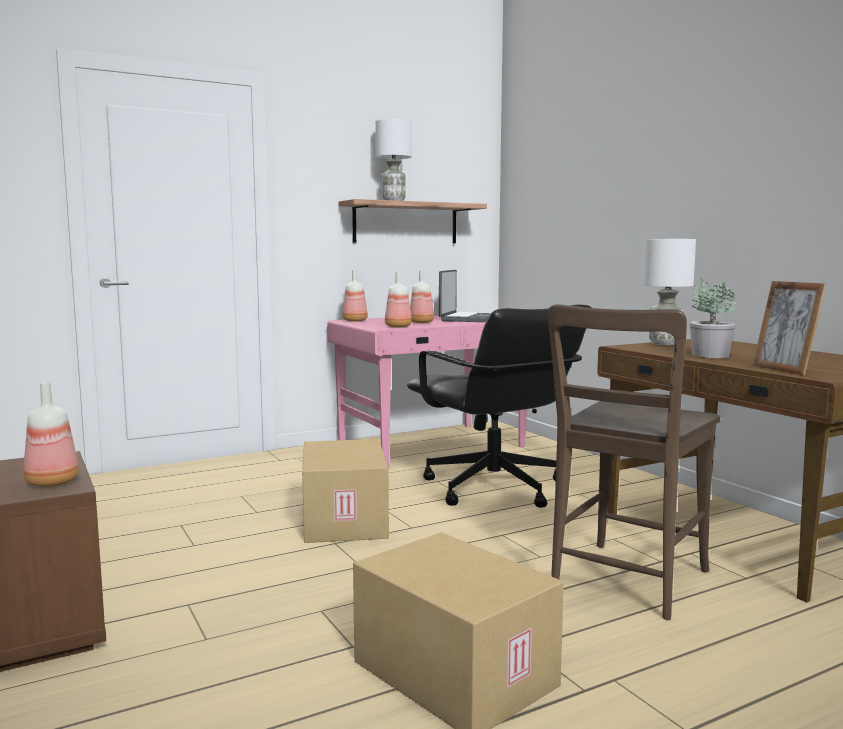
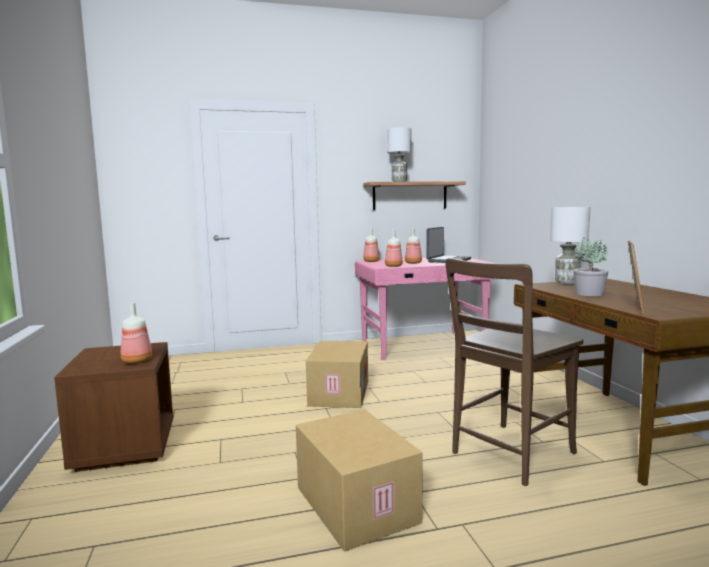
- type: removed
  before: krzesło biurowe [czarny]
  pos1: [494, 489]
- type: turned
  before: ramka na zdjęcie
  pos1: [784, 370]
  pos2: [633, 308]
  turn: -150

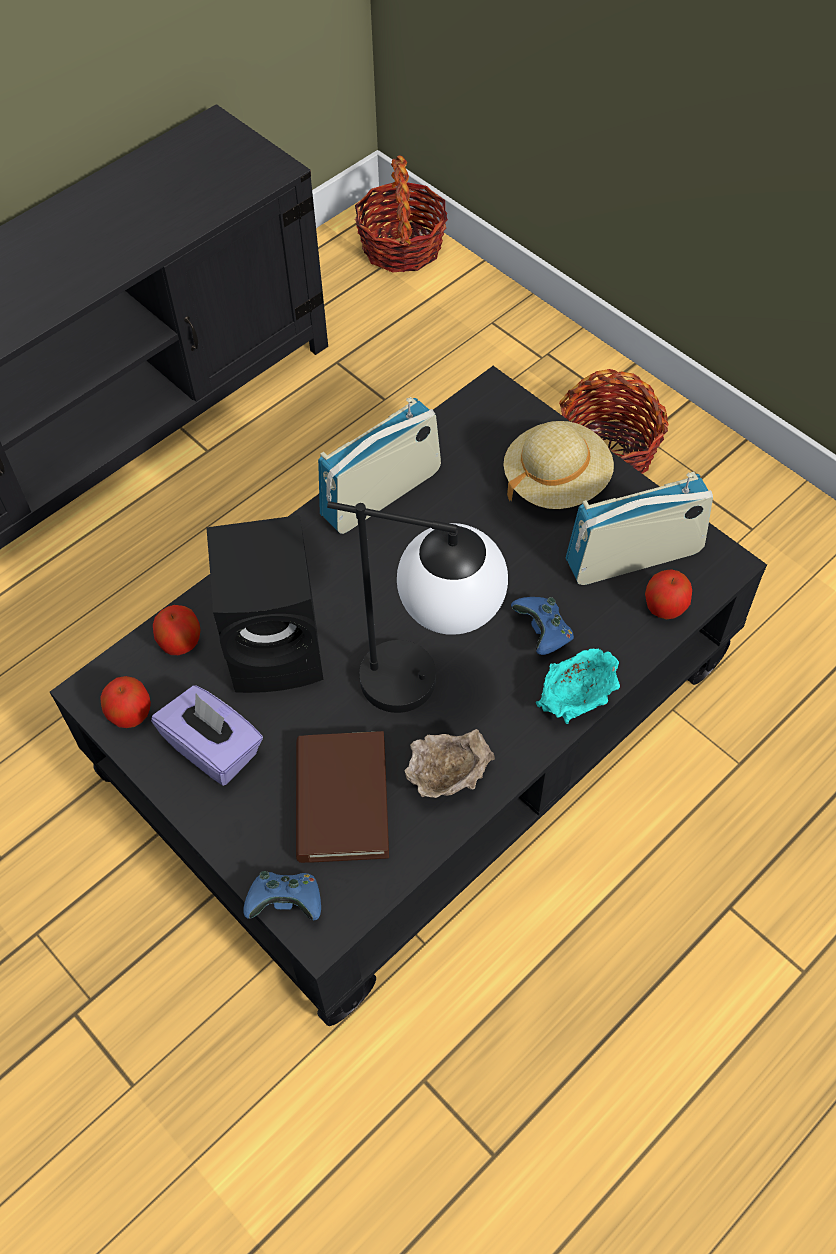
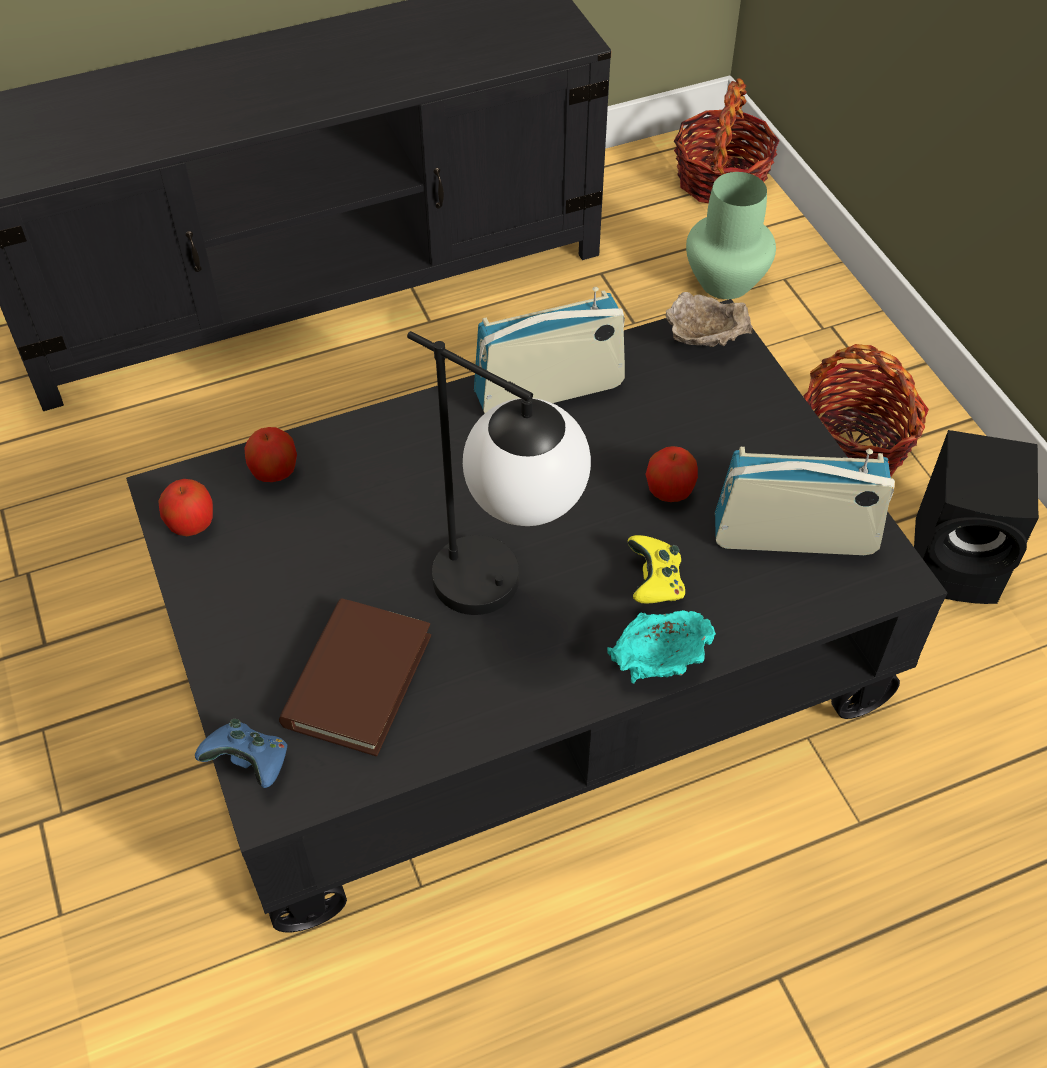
- type: removed
  before: pudełko chusteczek [fioletowy]
  pos1: [214, 748]
- type: moved
  before: głośnik [czarny]
  pos1: [279, 647]
  pos2: [959, 563]
- type: moved
  before: miska [beżowy]
  pos1: [448, 777]
  pos2: [705, 342]
- type: removed
  before: kapelusz [beżowy]
  pos1: [556, 481]
- type: recoloured
  before: pad do gier [niebieski]
  after: pad do gier [żółty]
  pos1: [543, 633]
  pos2: [655, 583]
- type: moved
  before: jabłko
  pos1: [665, 607]
  pos2: [669, 491]
- type: added
  after: wazon [zielony]
  pos2: [724, 283]

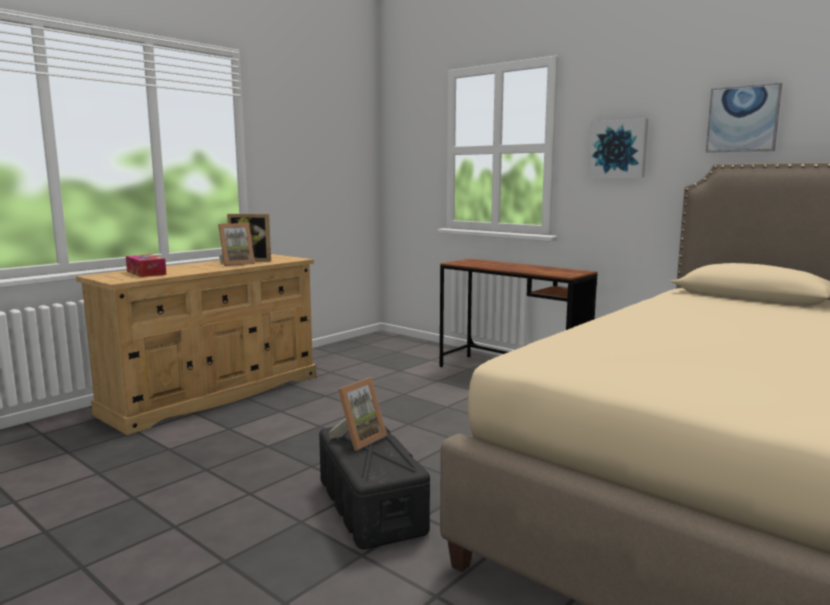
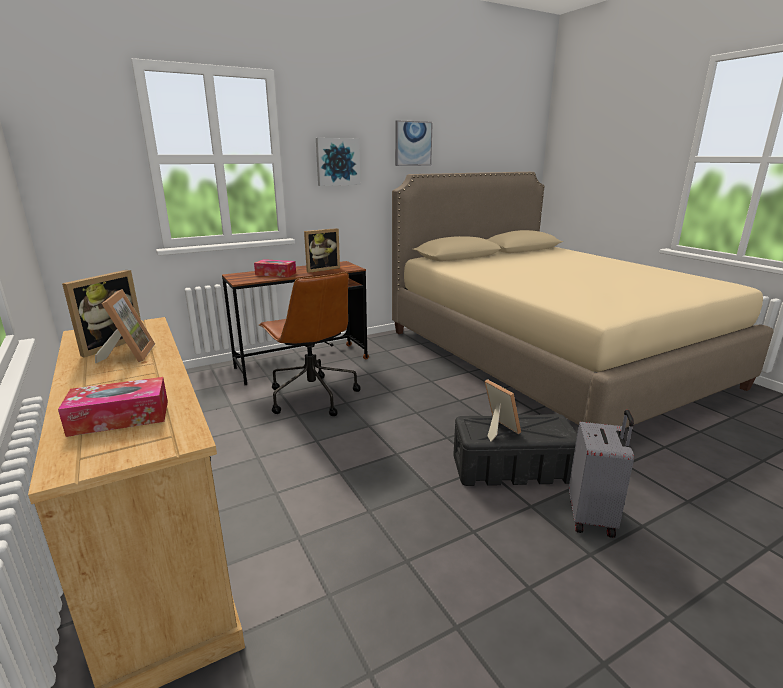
- type: added
  after: pudełko chusteczek
  pos2: [275, 274]
- type: added
  after: krzesło biurowe [brązowy]
  pos2: [312, 396]
- type: added
  after: ramka na zdjęcie
  pos2: [321, 269]
- type: added
  after: walizka [szary]
  pos2: [592, 517]

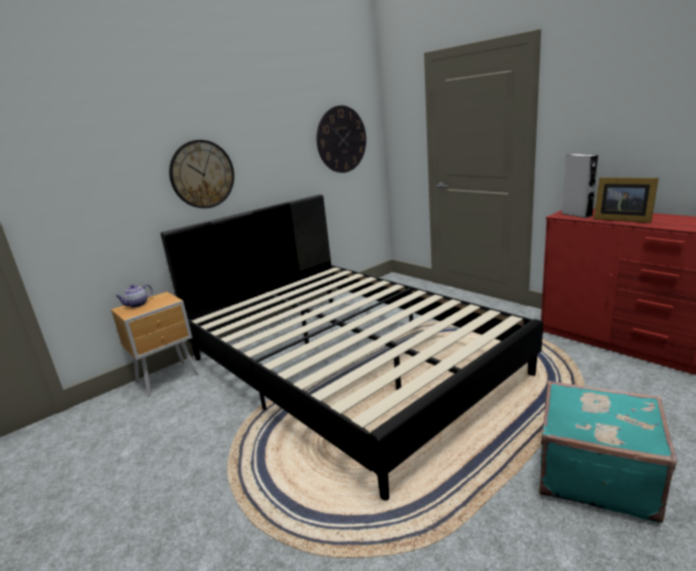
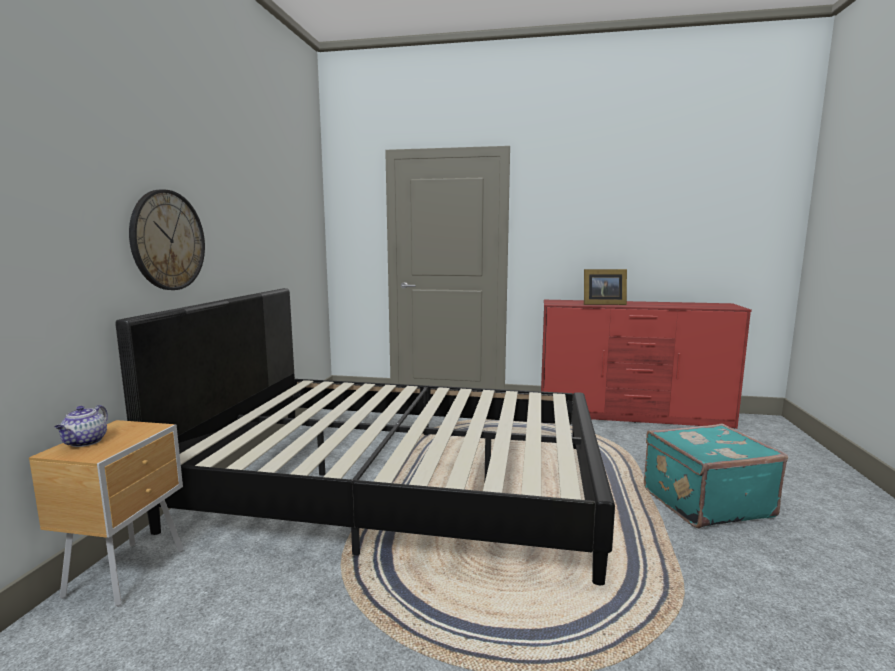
- type: removed
  before: zegar ścienny
  pos1: [341, 139]
- type: removed
  before: głośnik [szary]
  pos1: [576, 214]

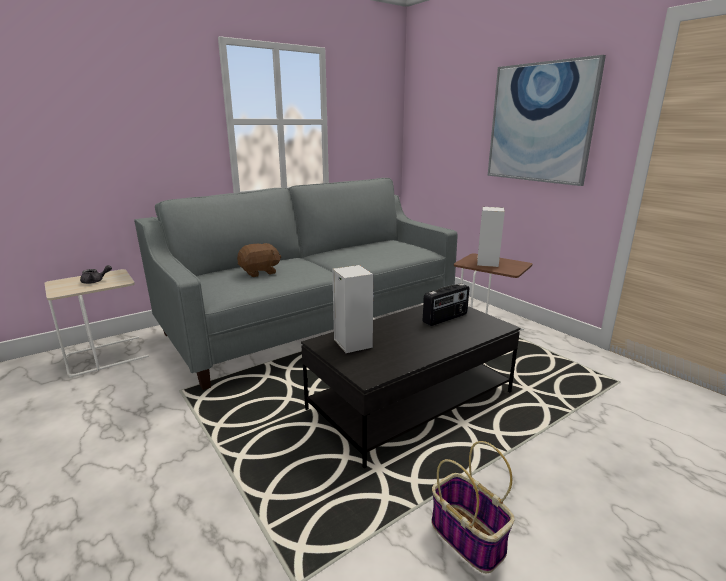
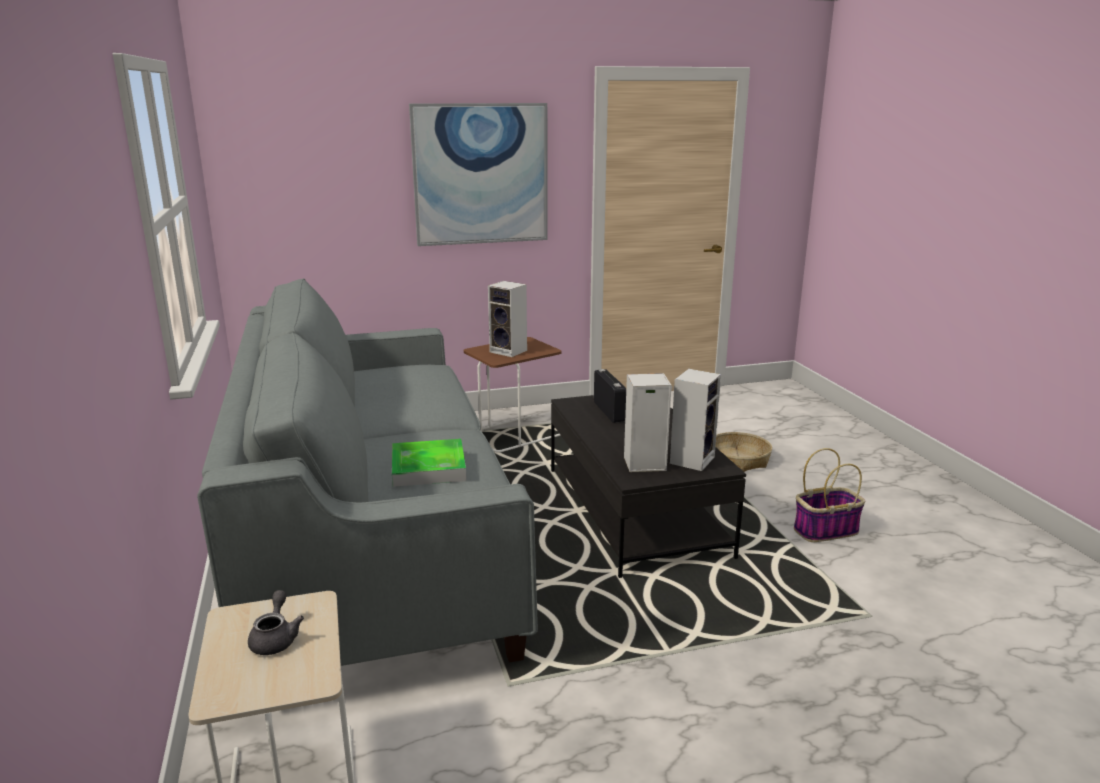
- type: replaced
  before: pluszak [brązowy]
  after: taca
  pos1: [260, 272]
  pos2: [428, 467]
- type: added
  after: głośnik
  pos2: [692, 459]
- type: added
  after: koszyk
  pos2: [738, 460]

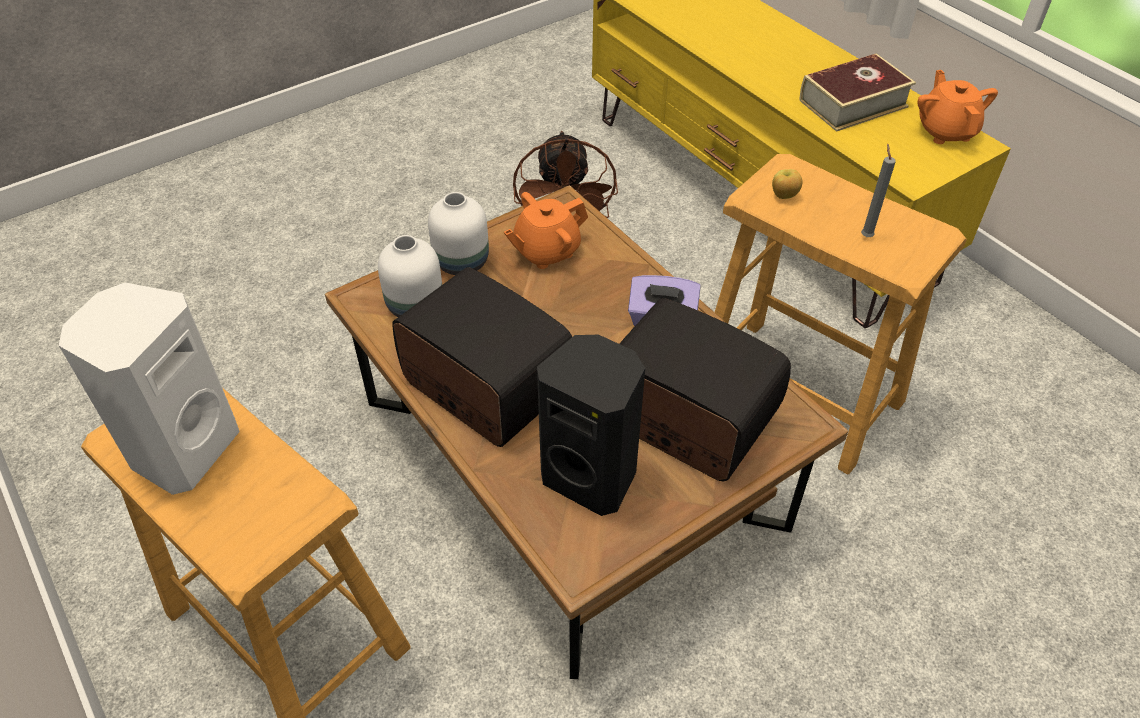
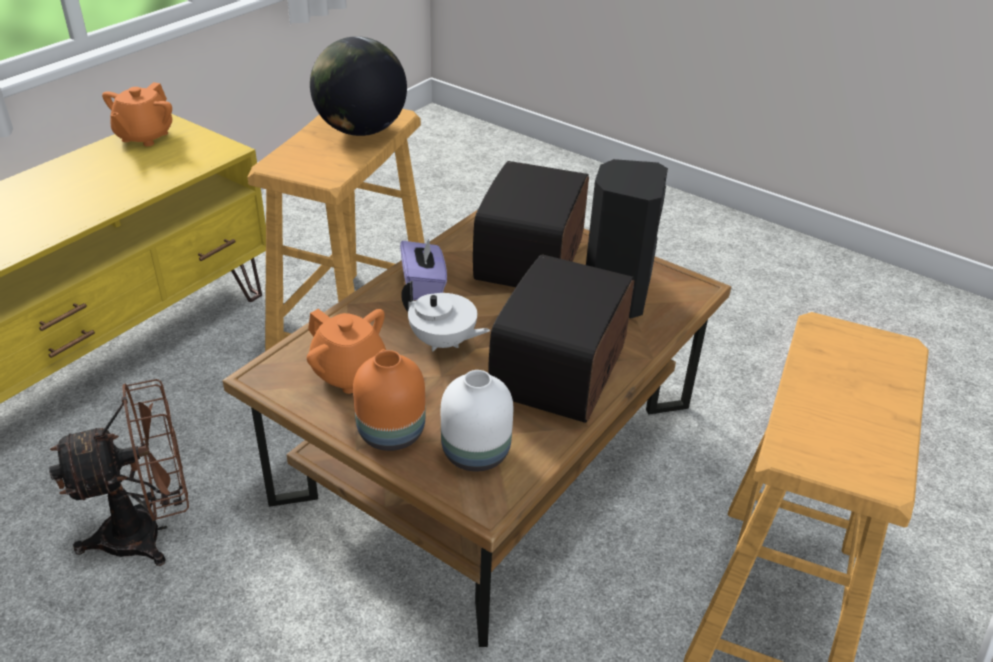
- type: removed
  before: głośnik [biały]
  pos1: [183, 449]
- type: recoloured
  before: wazon [biały]
  after: wazon [pomarańczowy]
  pos1: [463, 262]
  pos2: [391, 432]
- type: removed
  before: jabłko
  pos1: [784, 196]
- type: removed
  before: książka
  pos1: [853, 103]
- type: replaced
  before: świeca [szary]
  after: globus
  pos1: [865, 235]
  pos2: [361, 130]
- type: turned
  before: imbryk [pomarańczowy]
  pos1: [945, 131]
  pos2: [144, 136]
  turn: -45
- type: added
  after: imbryk [biały]
  pos2: [443, 342]

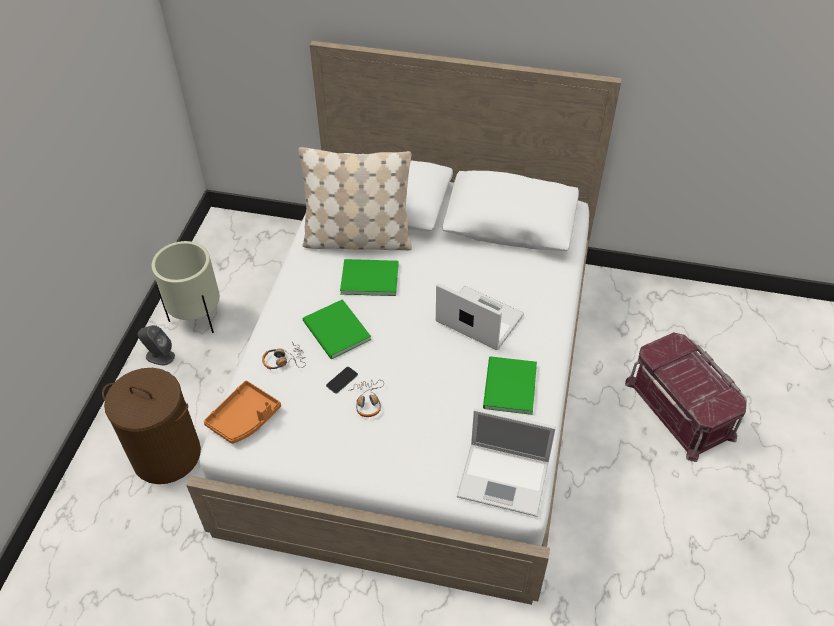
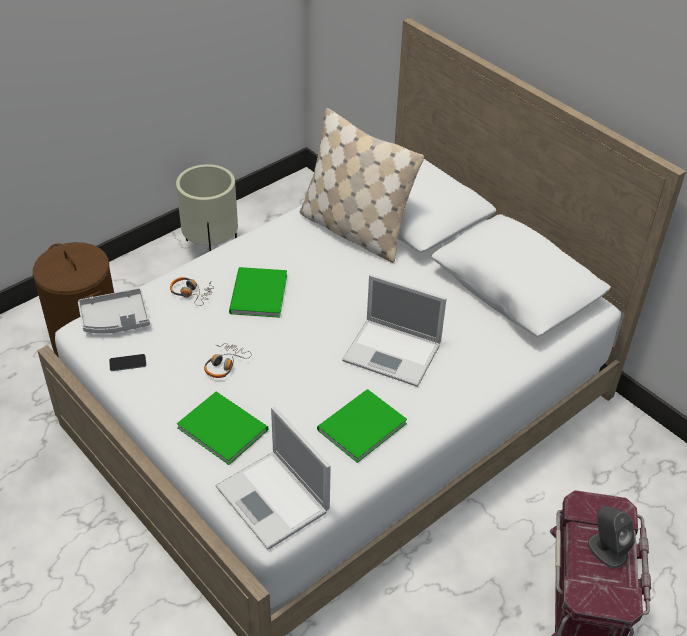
- type: moved
  before: głośnik [szary]
  pos1: [159, 356]
  pos2: [606, 550]
- type: recoloured
  before: taca [pomarańczowy]
  after: taca [szary]
  pos1: [244, 418]
  pos2: [115, 320]
- type: moved
  before: telefon
  pos1: [342, 380]
  pos2: [127, 363]
- type: moved
  before: książka [zielony]
  pos1: [368, 277]
  pos2: [222, 426]
- type: turned
  before: laptop
  pos1: [478, 318]
  pos2: [393, 353]
  turn: 135

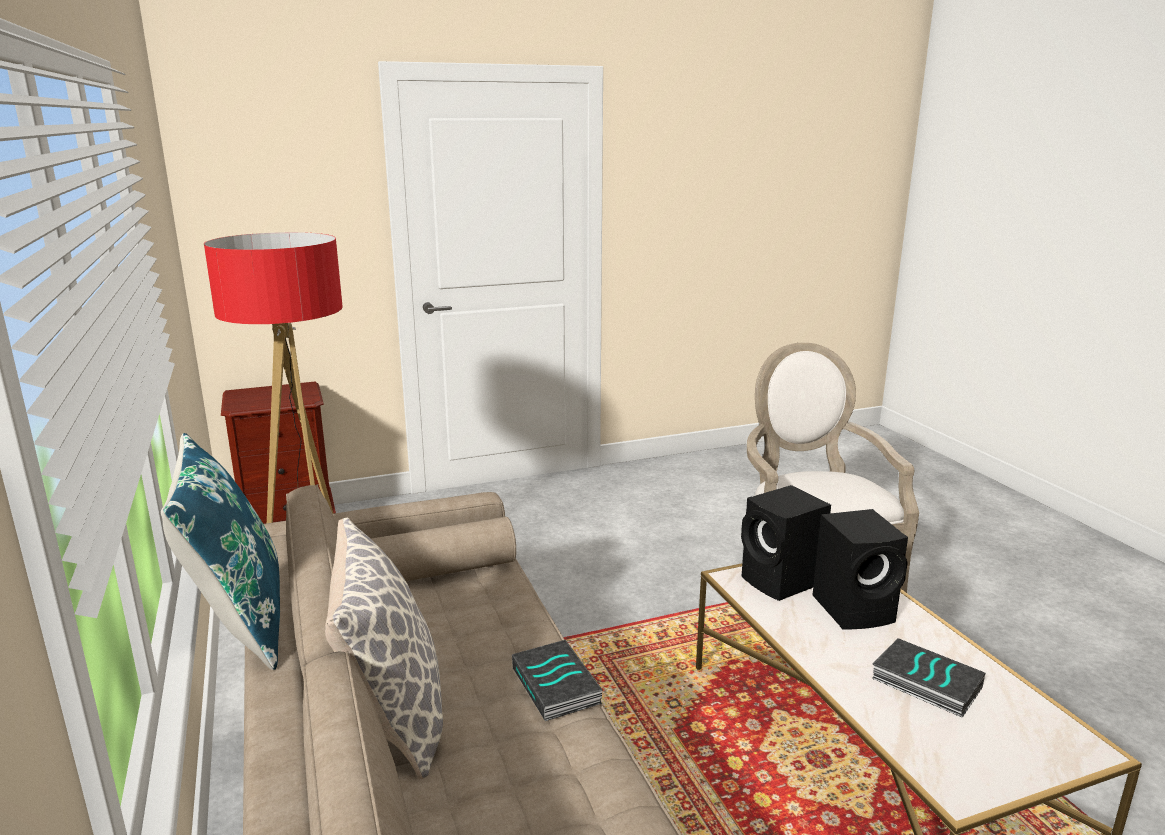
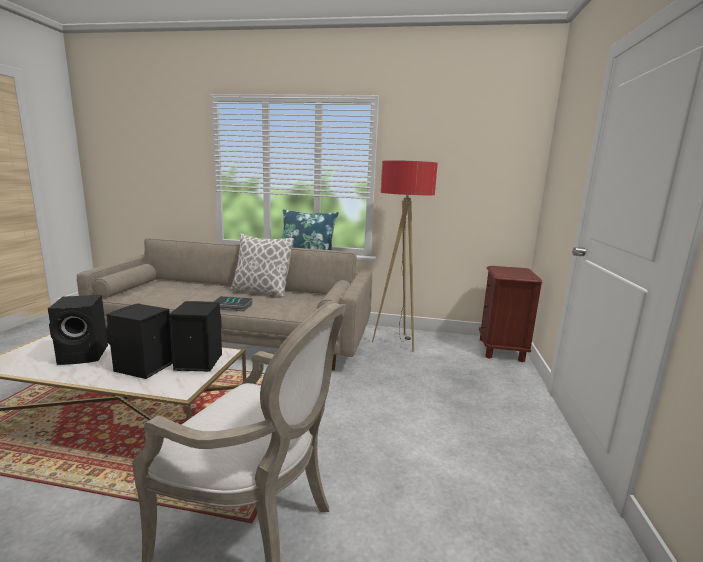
- type: replaced
  before: książka
  after: głośnik [czarny]
  pos1: [925, 683]
  pos2: [85, 355]

